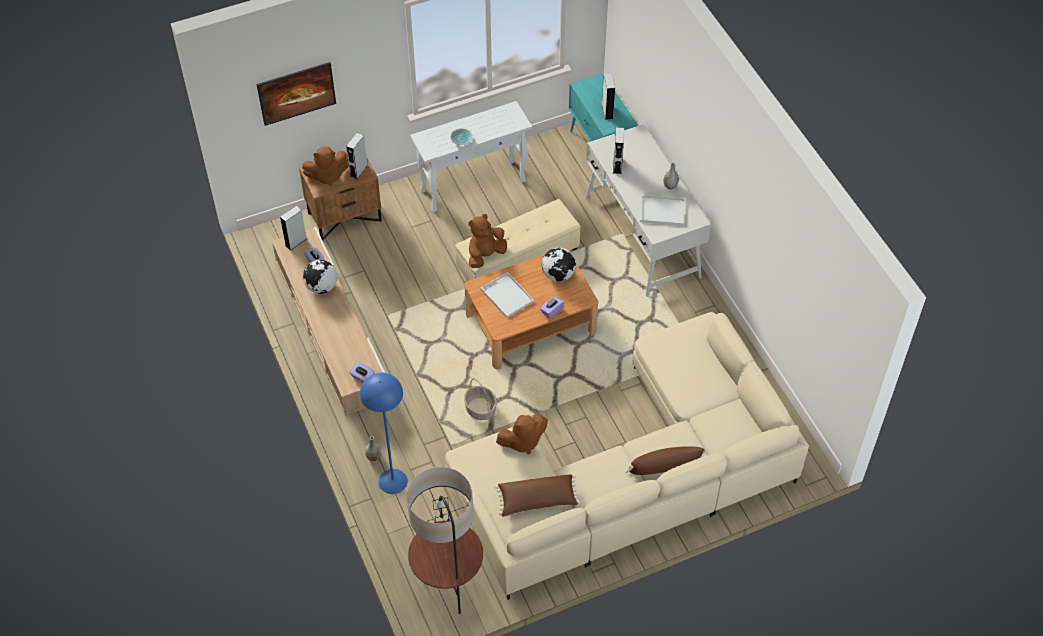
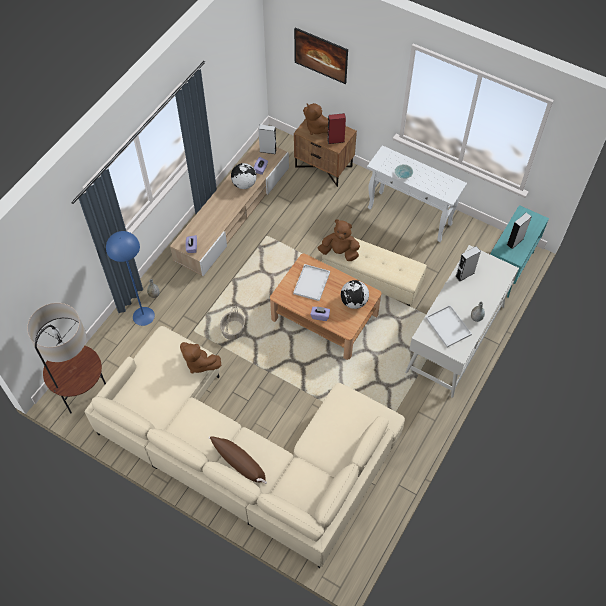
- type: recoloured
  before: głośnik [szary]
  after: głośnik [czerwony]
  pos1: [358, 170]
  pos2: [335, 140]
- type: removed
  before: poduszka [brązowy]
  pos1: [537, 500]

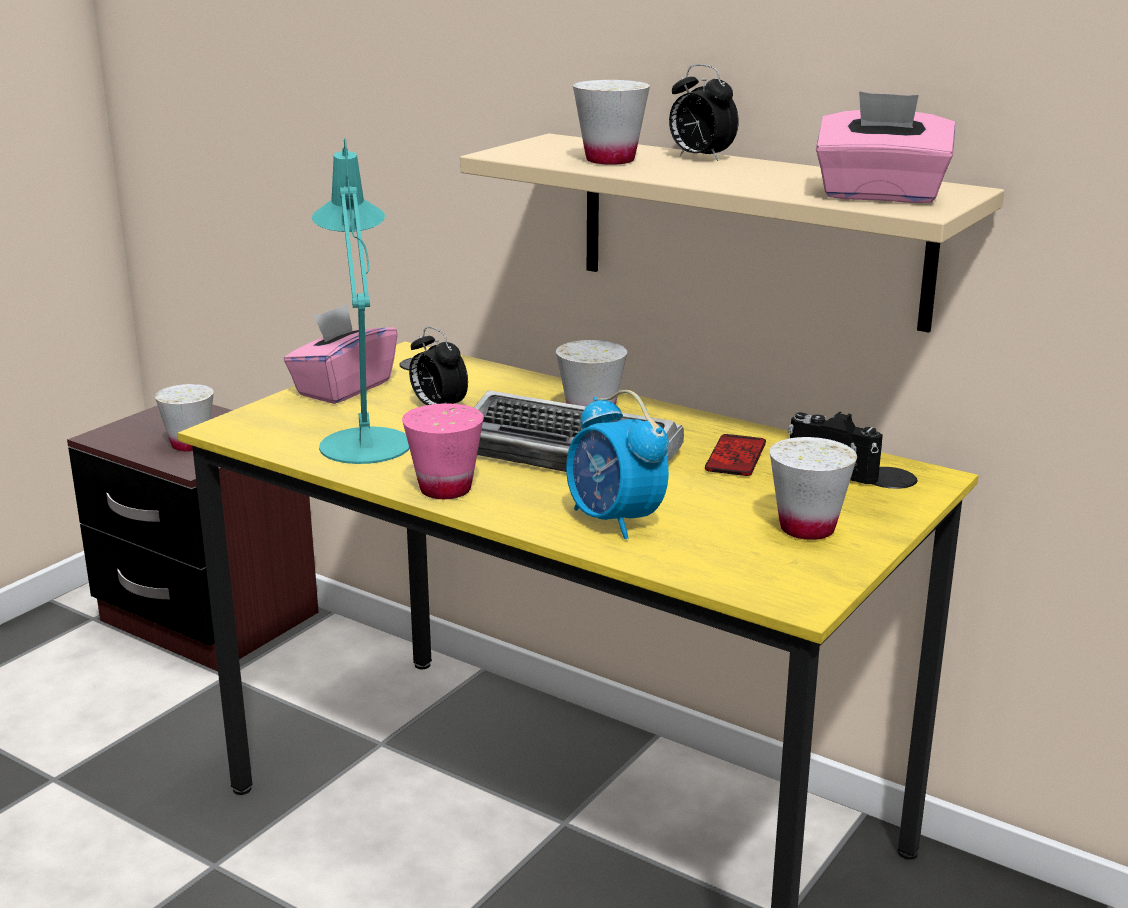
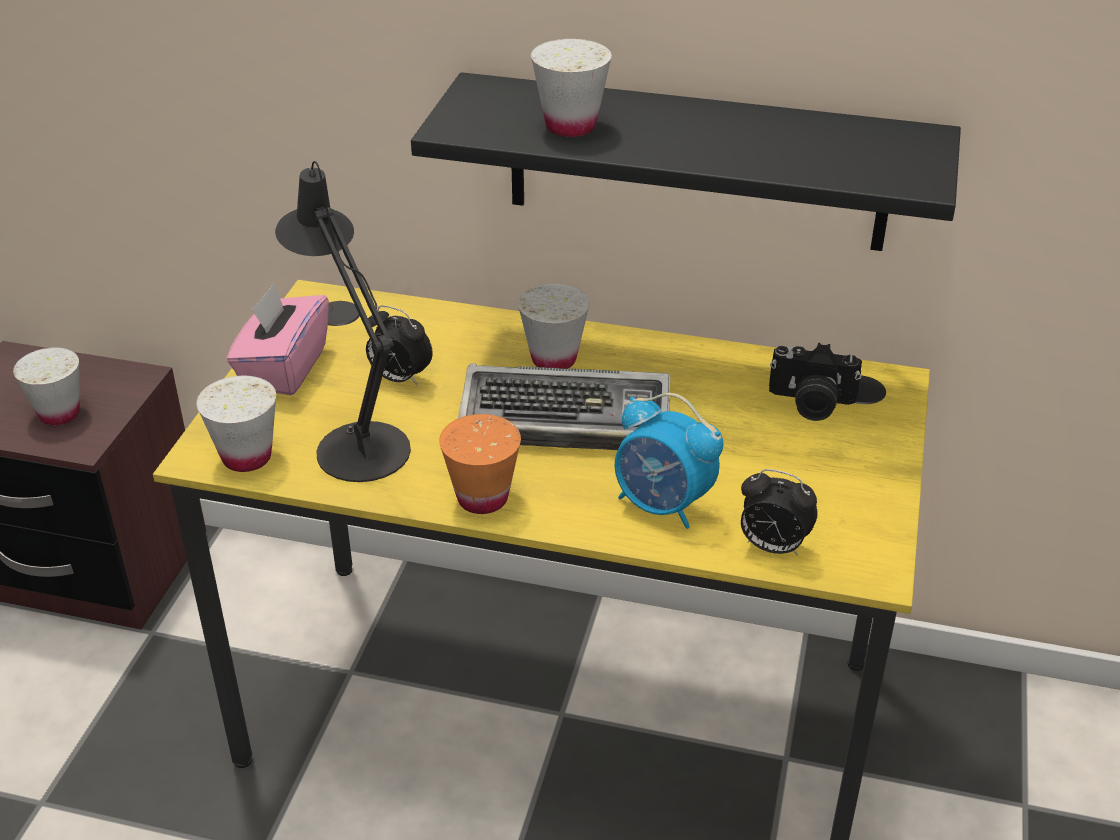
- type: recoloured
  before: lampa stołowa [turkusowy]
  after: lampa stołowa [czarny]
  pos1: [364, 440]
  pos2: [357, 443]
- type: recoloured
  before: filiżanka [różowy]
  after: filiżanka [pomarańczowy]
  pos1: [445, 489]
  pos2: [482, 498]
- type: recoloured
  before: półka [beżowy]
  after: półka [czarny]
  pos1: [751, 229]
  pos2: [697, 163]
- type: moved
  before: budzik
  pos1: [699, 158]
  pos2: [772, 546]
- type: removed
  before: telefon
  pos1: [735, 457]
- type: moved
  before: filiżanka [biały]
  pos1: [807, 528]
  pos2: [246, 457]
- type: removed
  before: pudełko chusteczek [różowy]
  pos1: [880, 195]

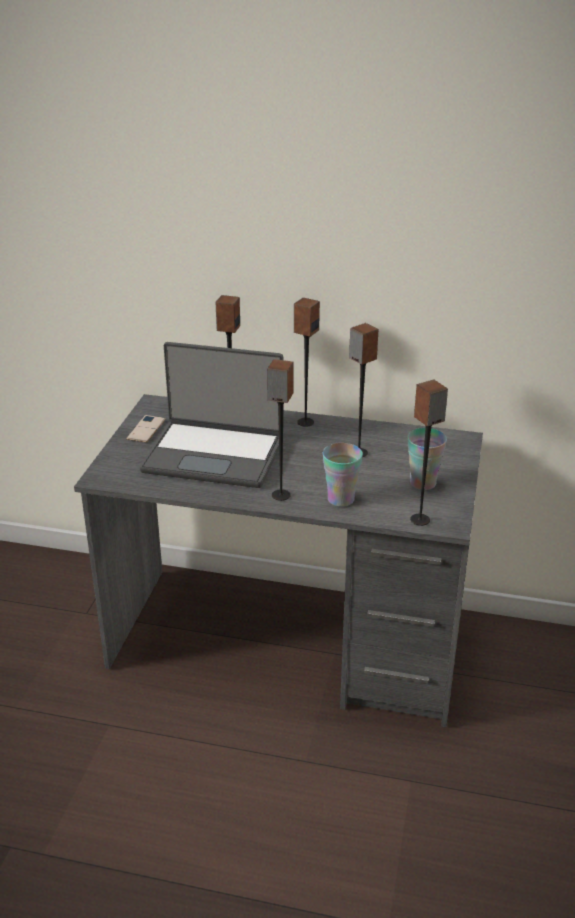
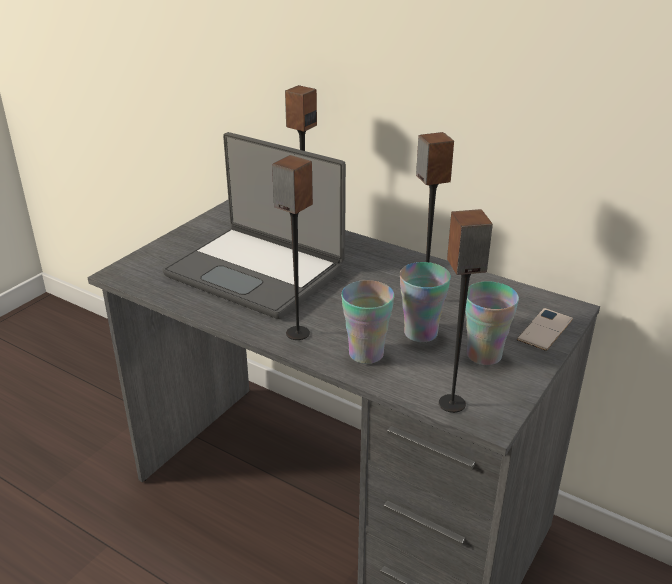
- type: moved
  before: telefon
  pos1: [146, 429]
  pos2: [545, 329]
- type: removed
  before: głośnik
  pos1: [305, 422]
- type: added
  after: filiżanka
  pos2: [420, 333]

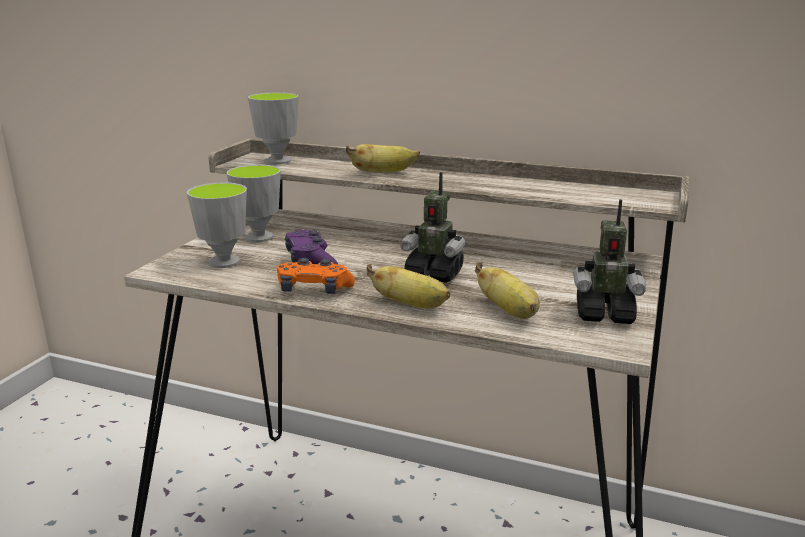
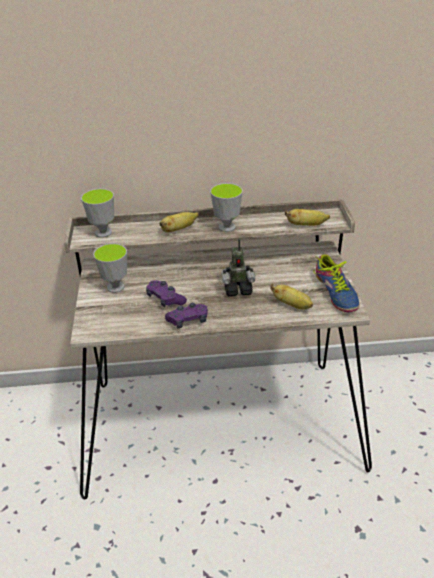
- type: moved
  before: filiżanka
  pos1: [224, 262]
  pos2: [227, 227]
- type: recoloured
  before: pad do gier [pomarańczowy]
  after: pad do gier [fioletowy]
  pos1: [314, 290]
  pos2: [188, 320]
- type: moved
  before: banan
  pos1: [411, 305]
  pos2: [306, 225]
- type: replaced
  before: robot zabawkowy
  after: but
  pos1: [604, 314]
  pos2: [333, 293]

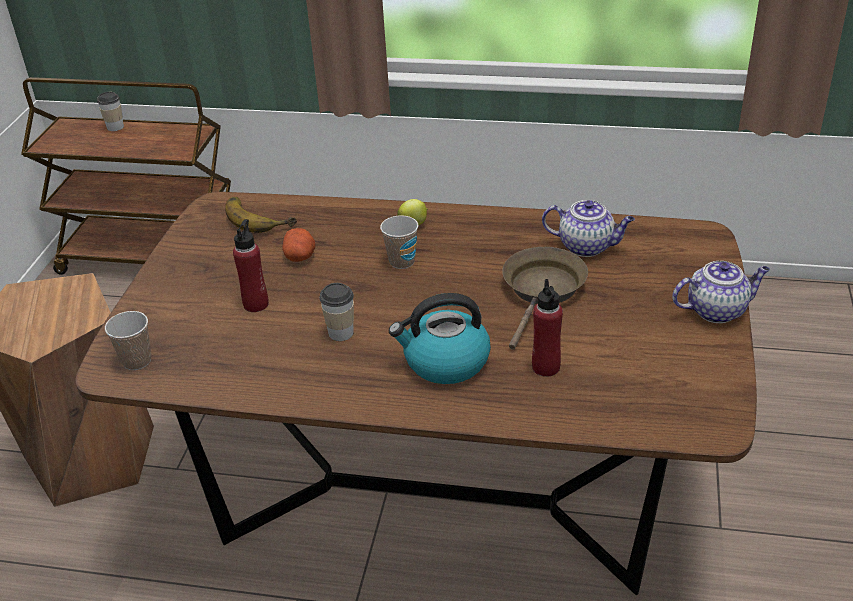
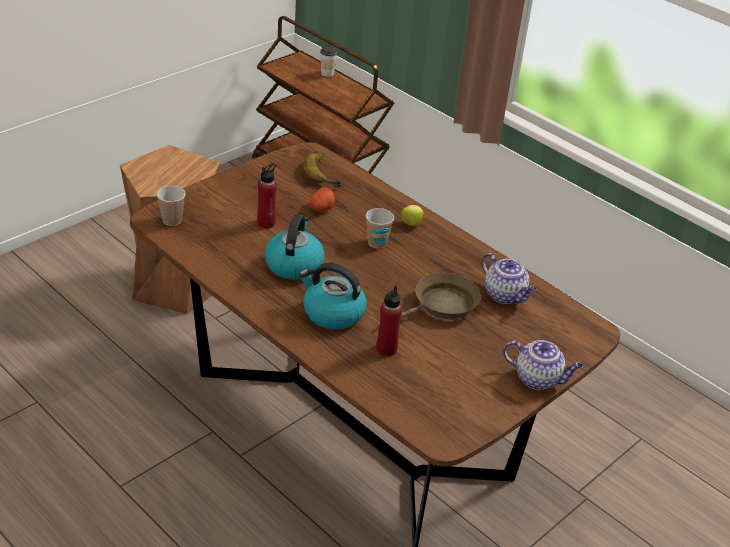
- type: replaced
  before: filiżanka
  after: czajnik
  pos1: [341, 333]
  pos2: [294, 264]

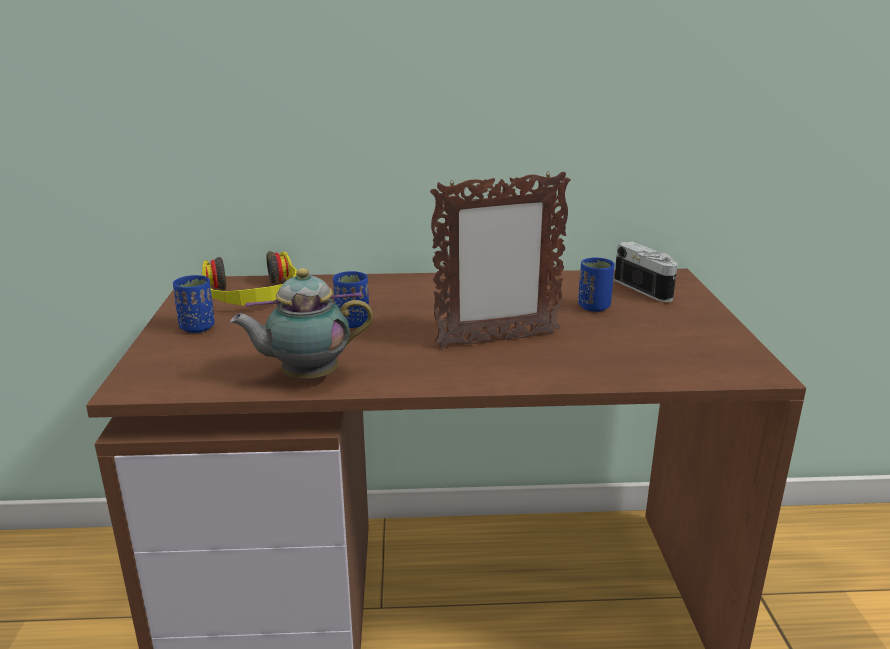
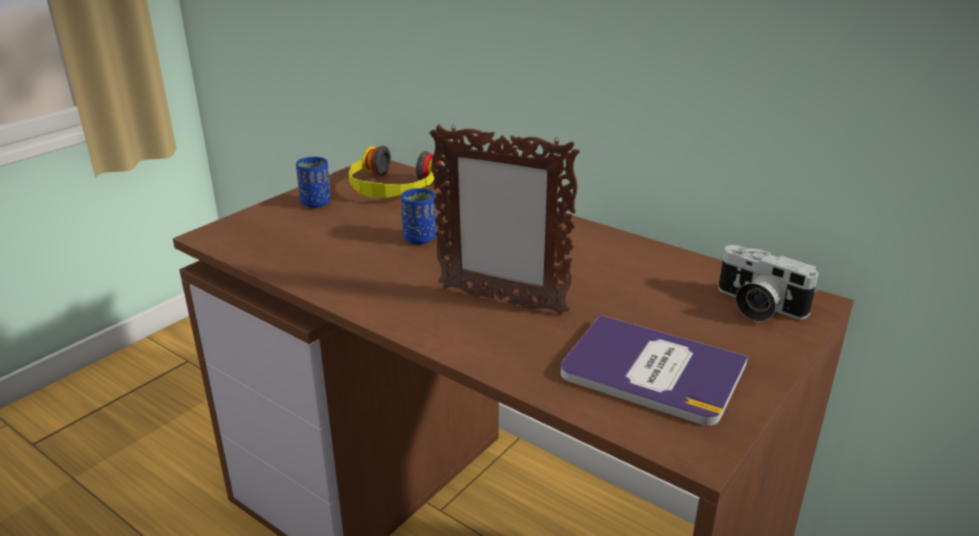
- type: removed
  before: imbryk
  pos1: [306, 377]
- type: removed
  before: filiżanka [niebieski]
  pos1: [594, 307]
- type: turned
  before: aparat fotograficzny
  pos1: [650, 288]
  pos2: [756, 307]
  turn: 120
- type: added
  after: książka
  pos2: [652, 371]

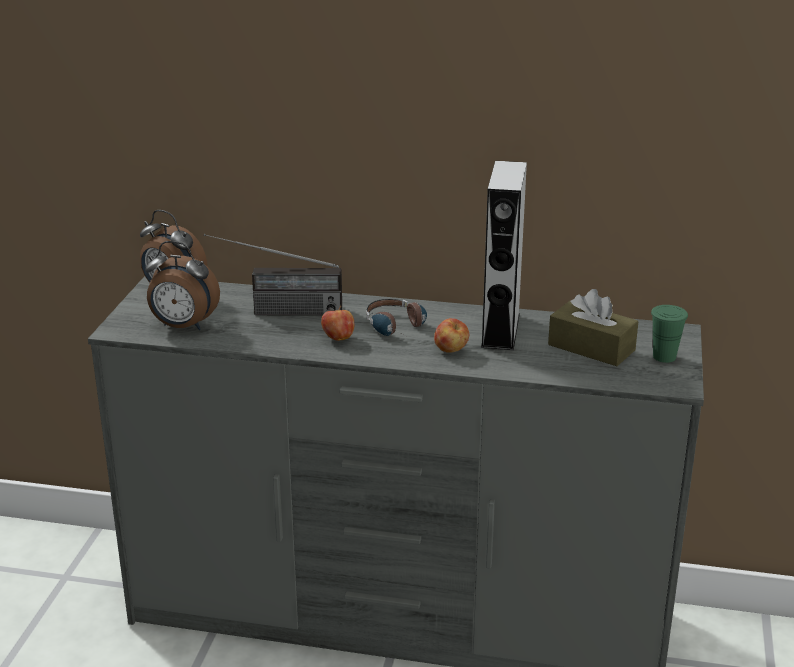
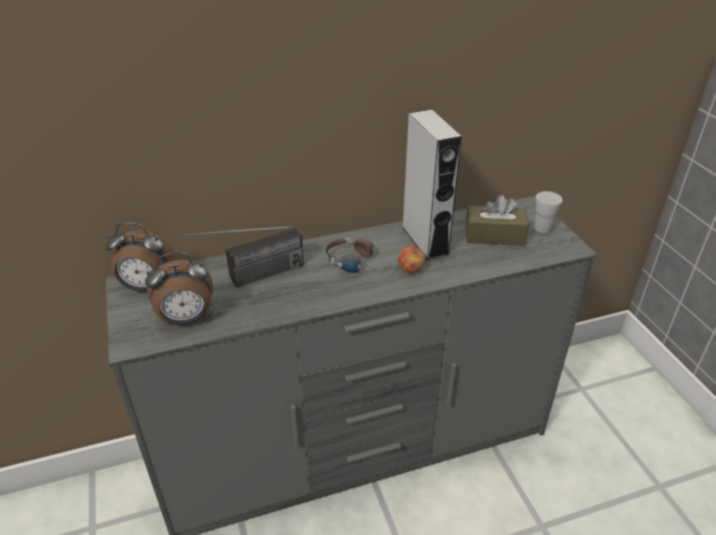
- type: removed
  before: jabłko
  pos1: [338, 338]
- type: recoloured
  before: filiżanka [zielony]
  after: filiżanka [biały]
  pos1: [664, 357]
  pos2: [542, 228]

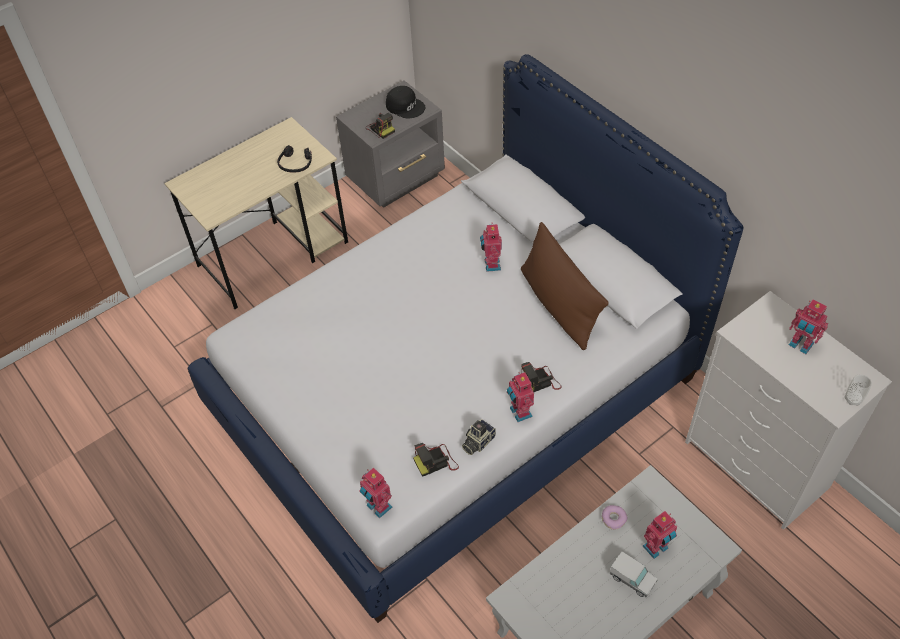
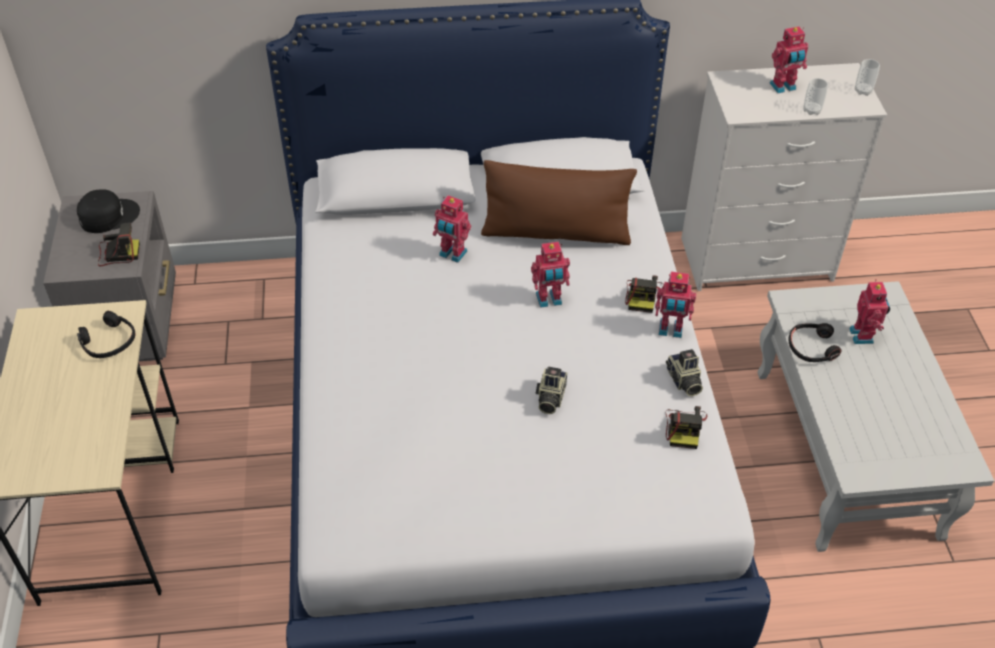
- type: moved
  before: robot zabawkowy
  pos1: [378, 507]
  pos2: [549, 300]
- type: replaced
  before: donut
  after: słuchawki [czarny]
  pos1: [613, 519]
  pos2: [811, 348]
- type: removed
  before: ciężarówka zabawkowa
  pos1: [632, 579]
- type: added
  after: aparat fotograficzny
  pos2: [550, 398]
- type: added
  after: filiżanka
  pos2: [812, 110]

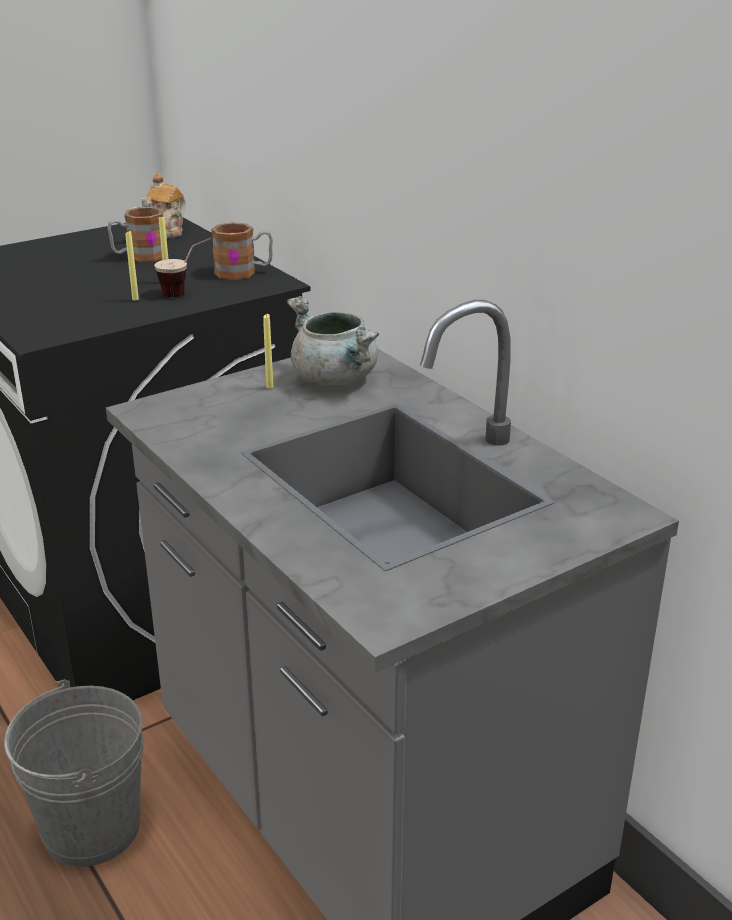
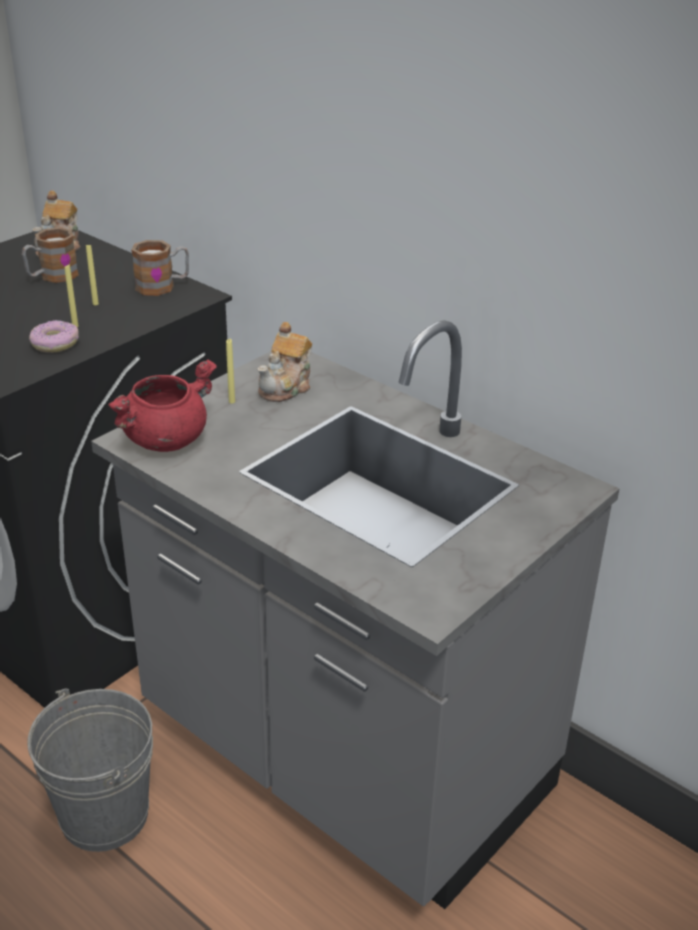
- type: removed
  before: filiżanka
  pos1: [186, 292]
- type: replaced
  before: garnek [szary]
  after: imbryk
  pos1: [335, 379]
  pos2: [287, 387]
- type: added
  after: donut
  pos2: [54, 343]
- type: added
  after: garnek [czerwony]
  pos2: [165, 439]

